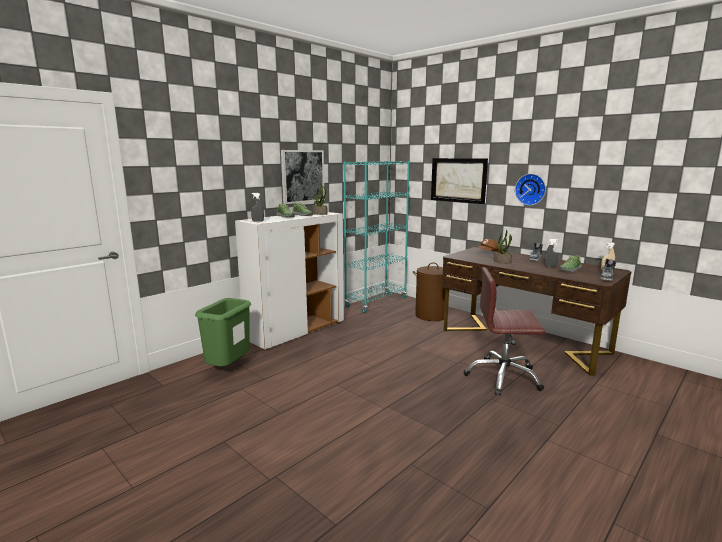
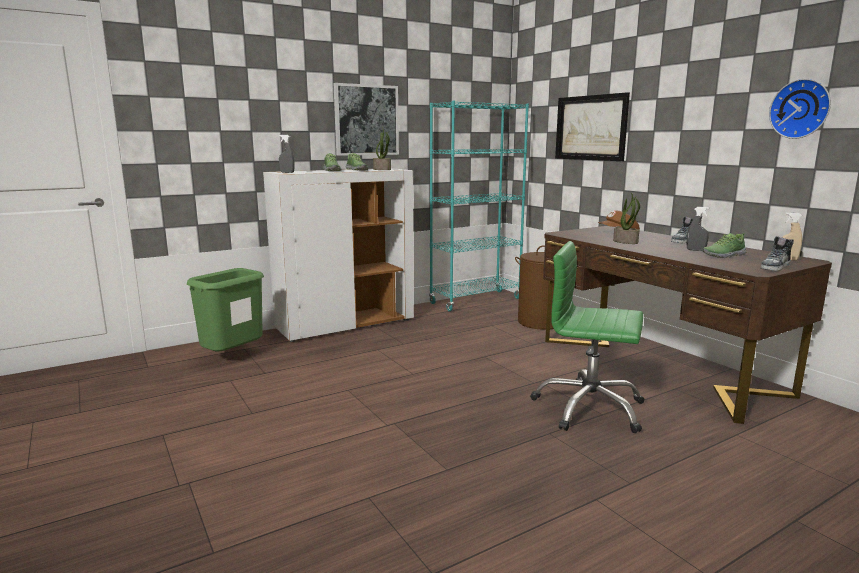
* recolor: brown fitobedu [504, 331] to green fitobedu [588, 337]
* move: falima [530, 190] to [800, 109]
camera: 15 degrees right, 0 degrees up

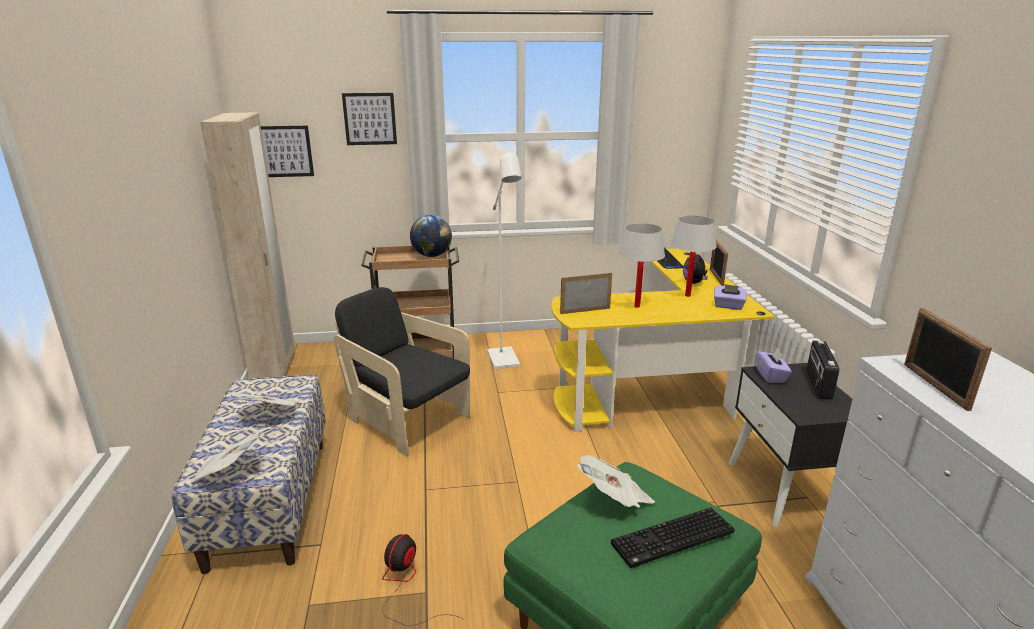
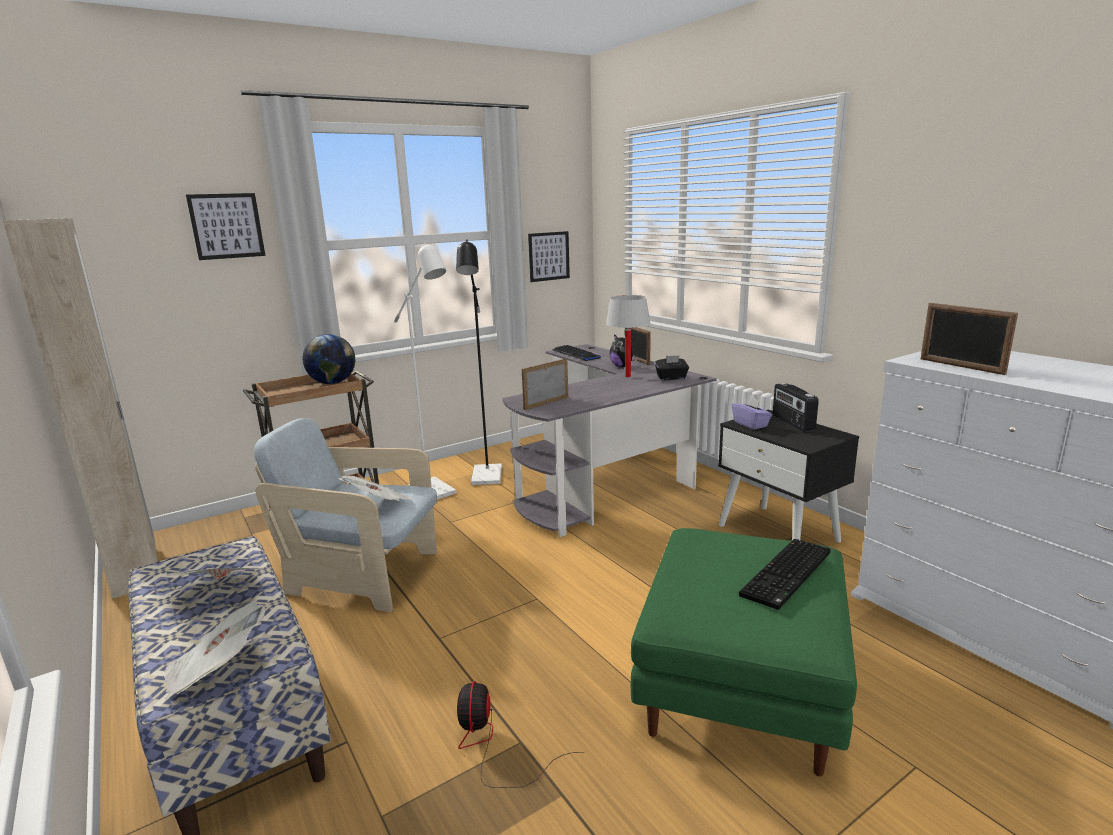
* move: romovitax [287, 151] to [549, 256]
* recolor: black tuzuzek [402, 372] to beige tuzuzek [345, 515]
* recolor: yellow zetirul [663, 340] to grey zetirul [609, 440]
* move: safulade [616, 481] to [375, 488]
* delete: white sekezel [641, 265]
* recolor: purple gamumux [730, 297] to black gamumux [672, 367]
* insert: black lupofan [479, 362]
camera: 25 degrees left, 5 degrees down

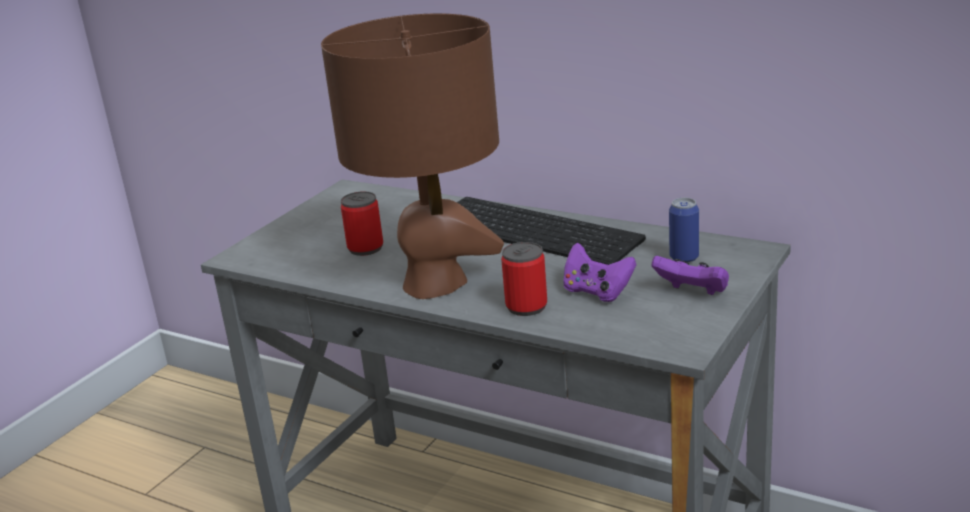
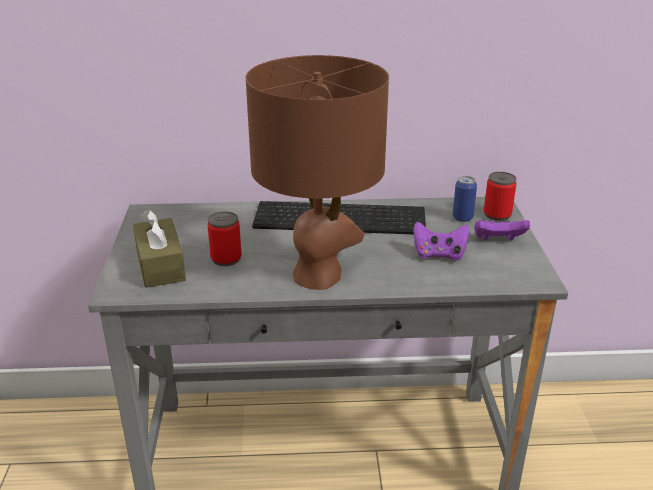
* move: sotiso [524, 279] to [500, 196]
* insert: brown gamumux [159, 248]
camera: 35 degrees left, 5 degrees up

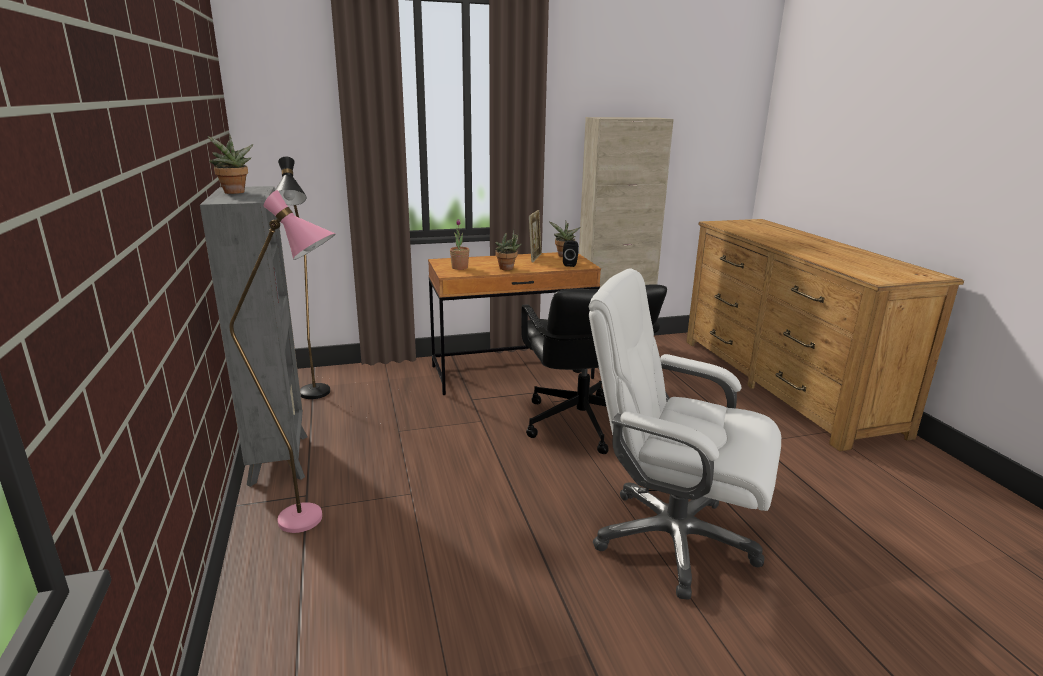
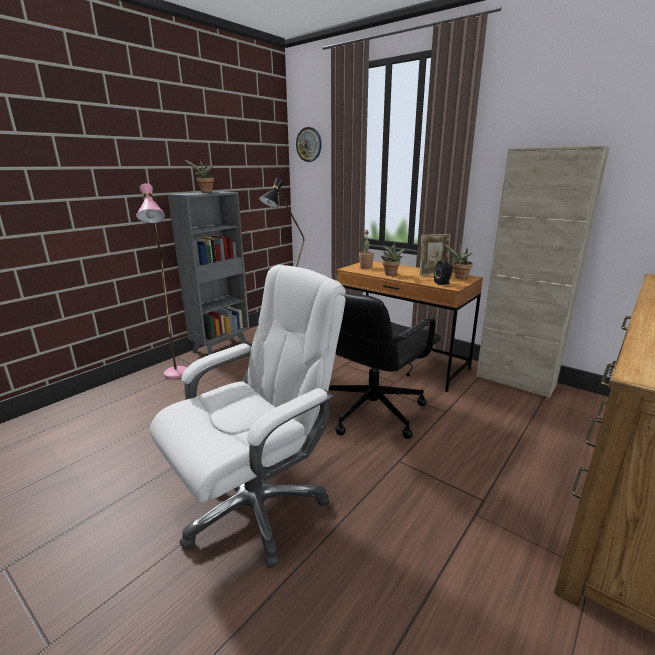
* rotate: white fitobedu [685, 434] = [248, 416] 60 degrees clockwise
* insert: falima [309, 144]
camera: 55 degrees right, 0 degrees up

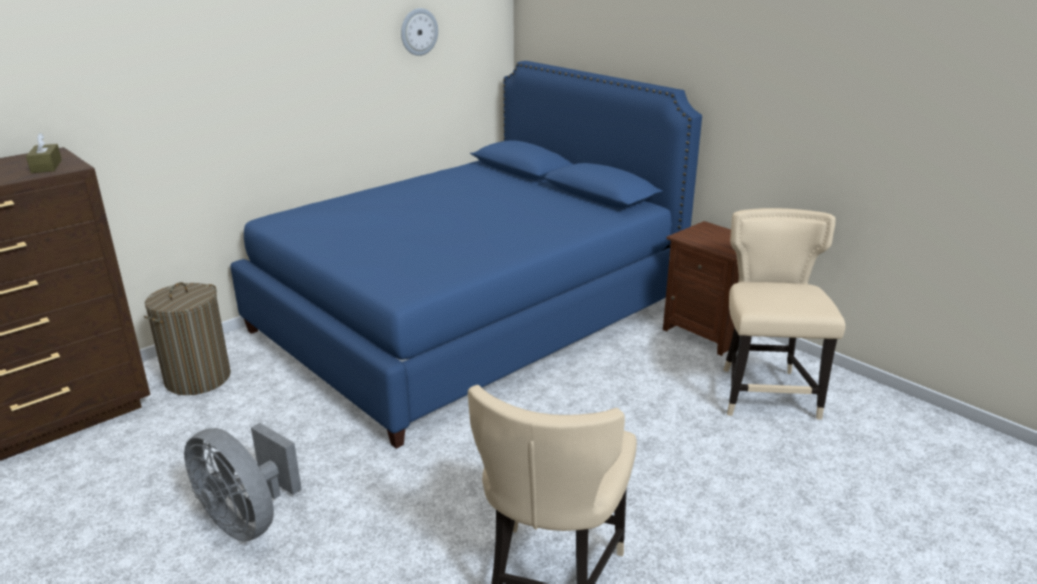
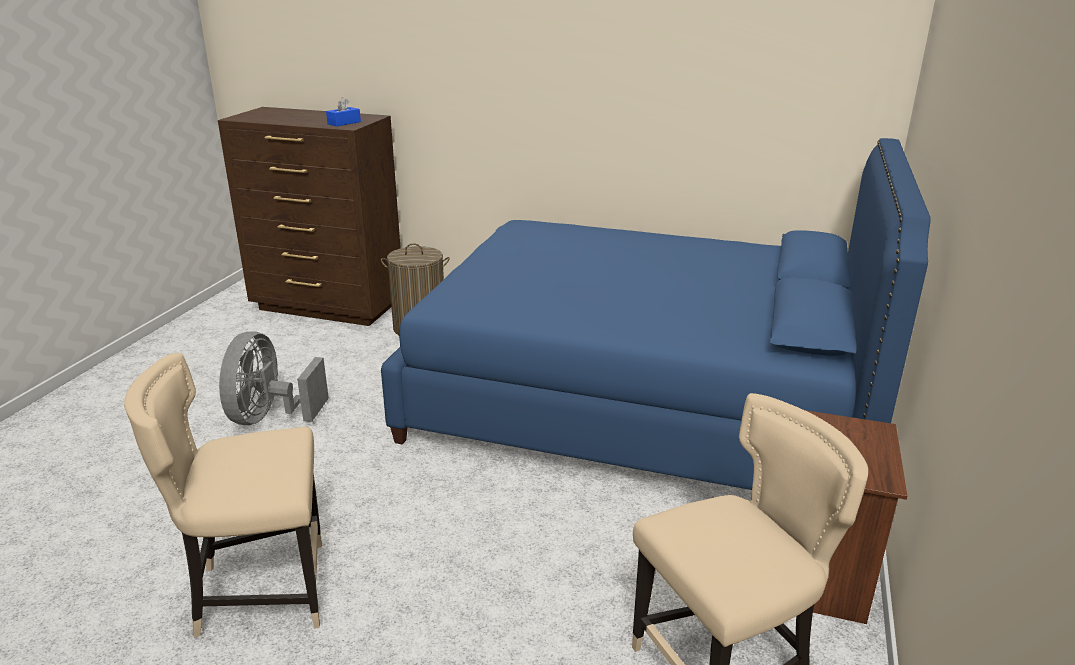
* recolor: brown gamumux [44, 153] to blue gamumux [343, 111]
* delete: falima [419, 32]
camera: 60 degrees right, 0 degrees up

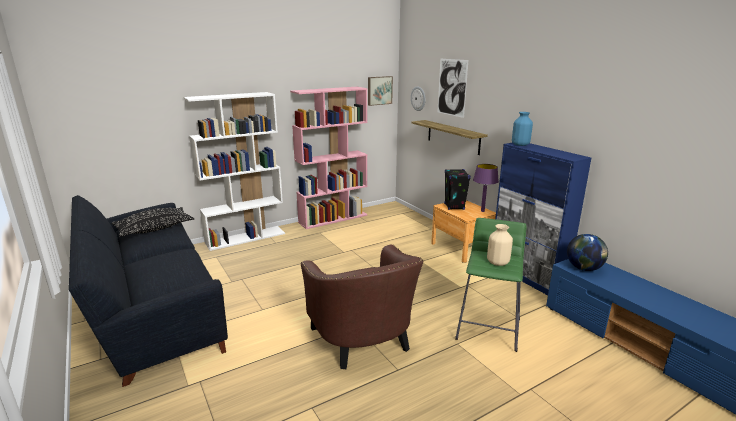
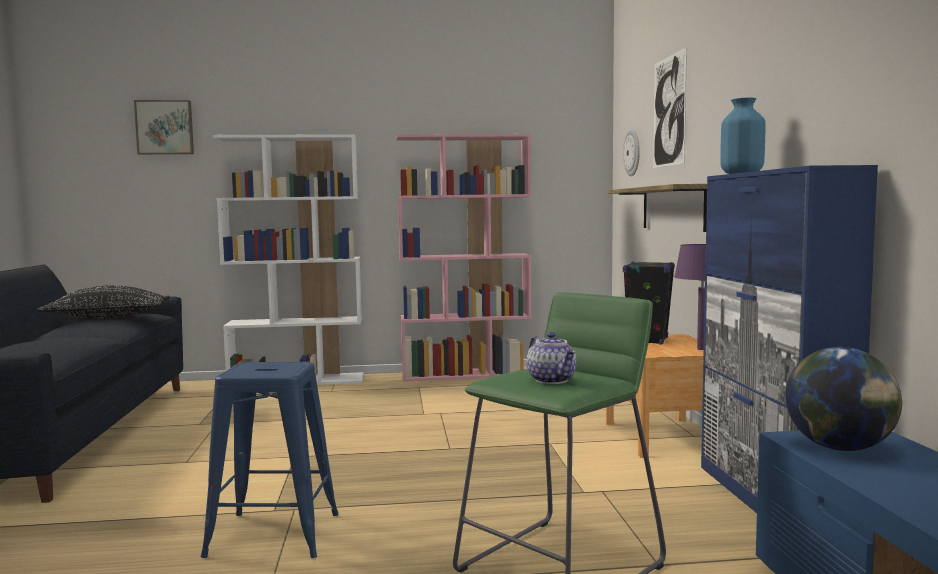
* replace: brown tuzuzek [362, 306] to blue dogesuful [270, 460]
* move: romovitax [380, 91] to [164, 127]
* replace: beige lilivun [500, 245] to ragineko [552, 358]
camera: 25 degrees right, 15 degrees down

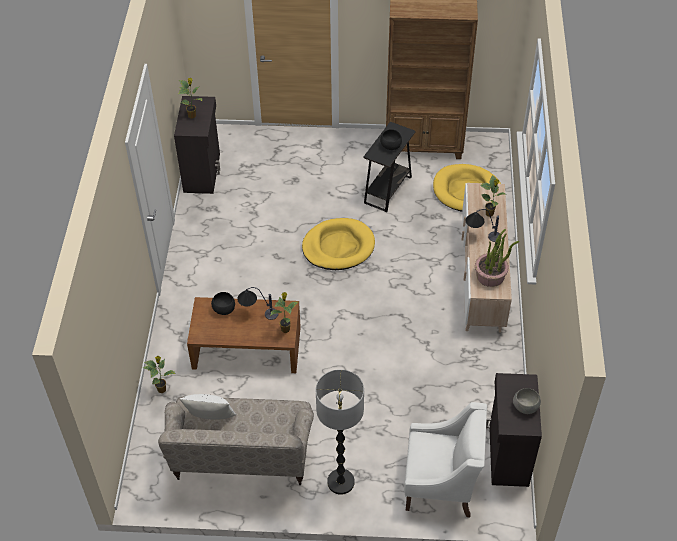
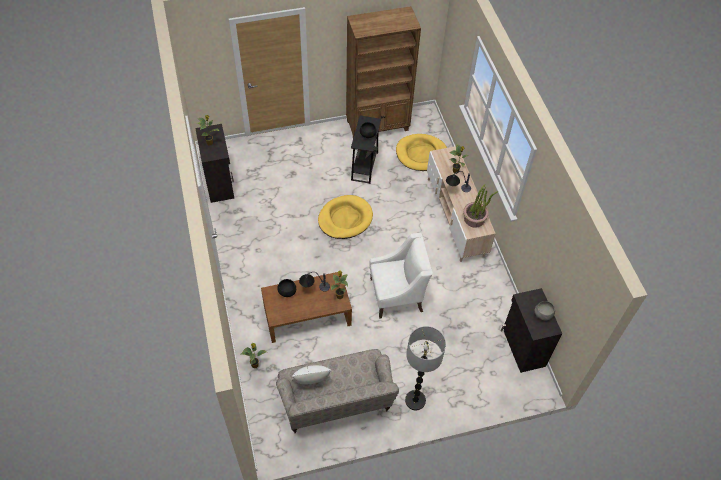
* move: white tuzuzek [445, 459] to [401, 276]
camera: 20 degrees left, 5 degrees up

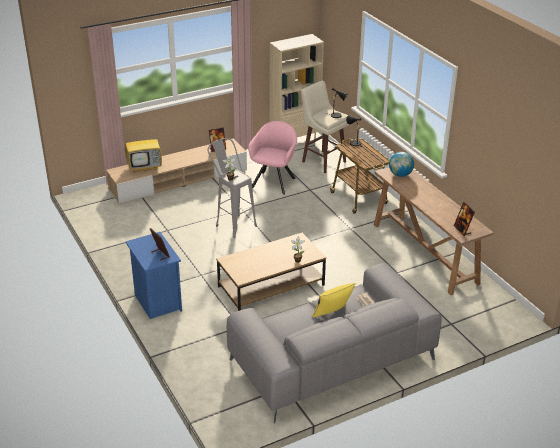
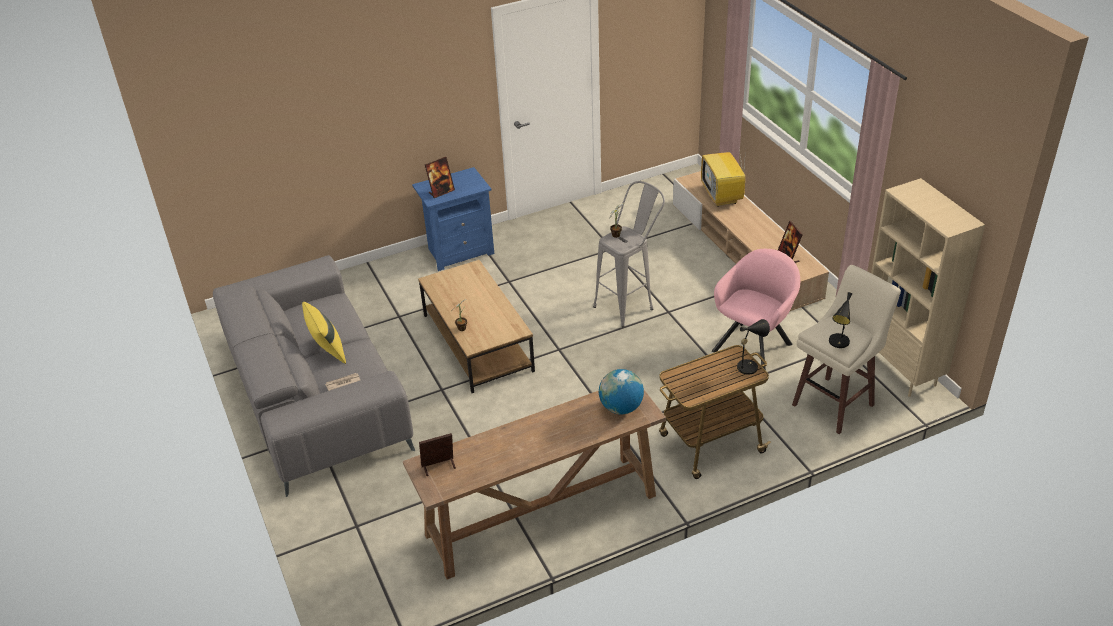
* rotate: pink tuzuzek [272, 158] = [756, 309] 75 degrees counterclockwise
camera: 95 degrees right, 5 degrees up

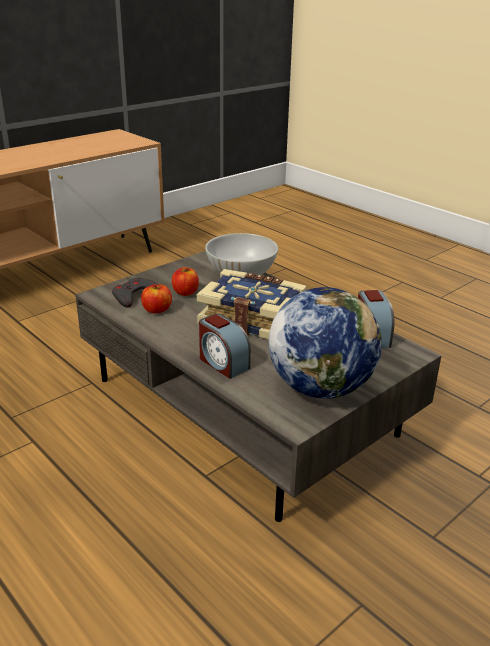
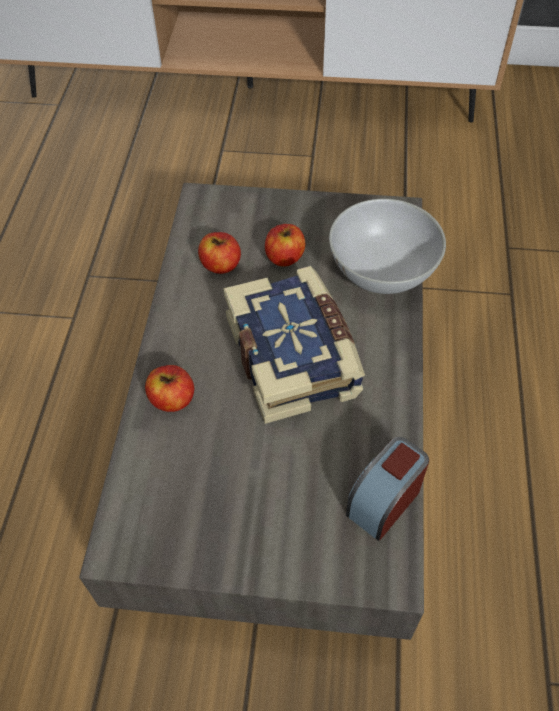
* delete: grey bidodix [134, 293]
* replace: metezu [225, 346] to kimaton [169, 388]
* delete: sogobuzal [325, 343]
camera: 50 degrees right, 25 degrees up

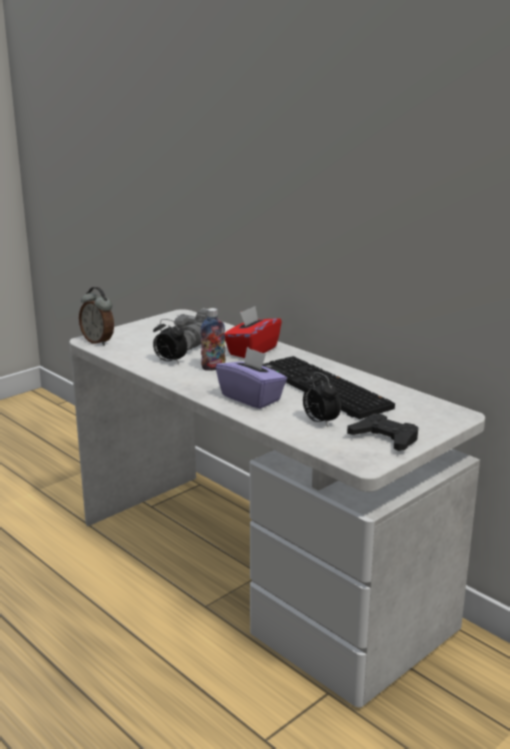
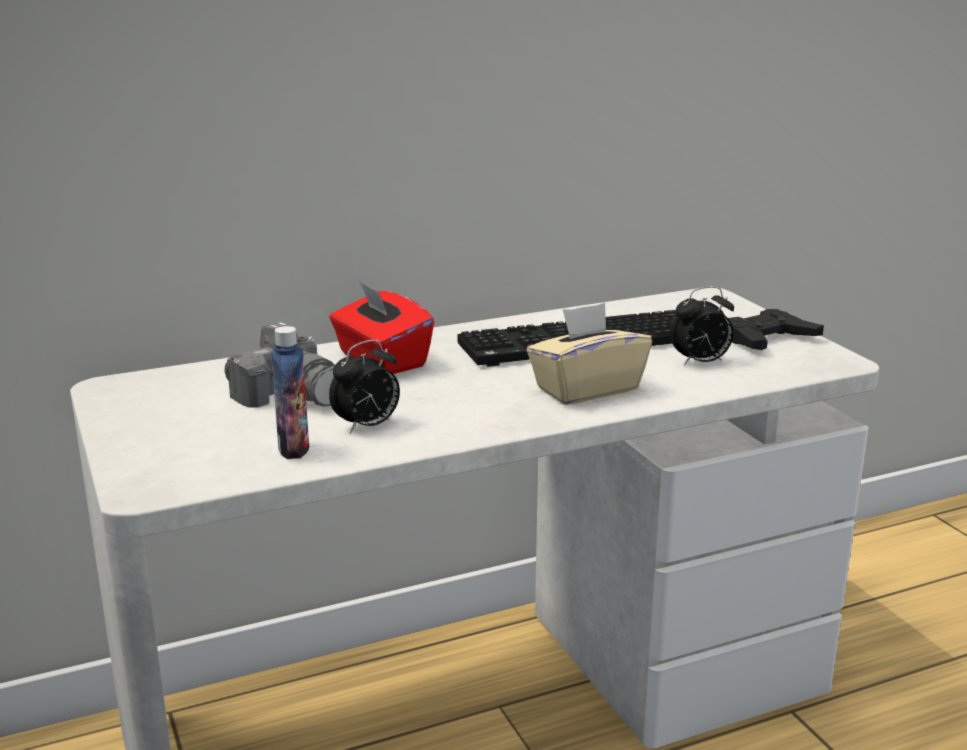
* delete: metezu [96, 316]
* move: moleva [213, 339] to [290, 392]
* recolor: purple gamumux [251, 378] to beige gamumux [589, 354]
camera: 70 degrees left, 0 degrees up

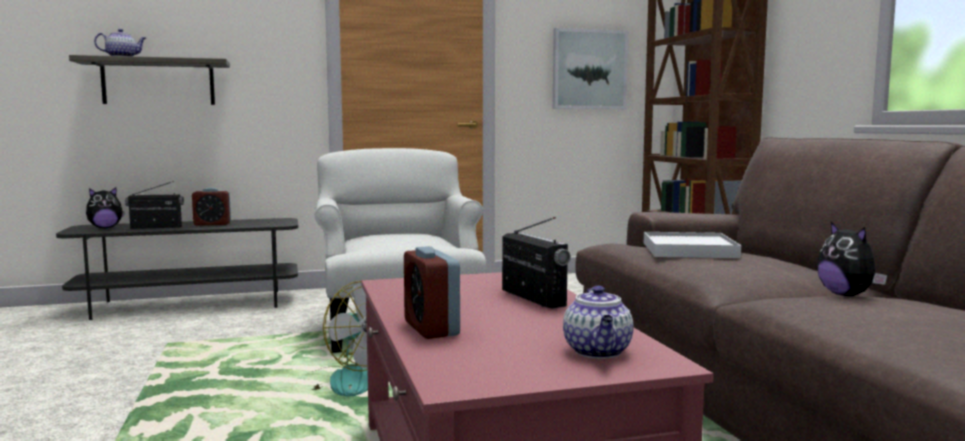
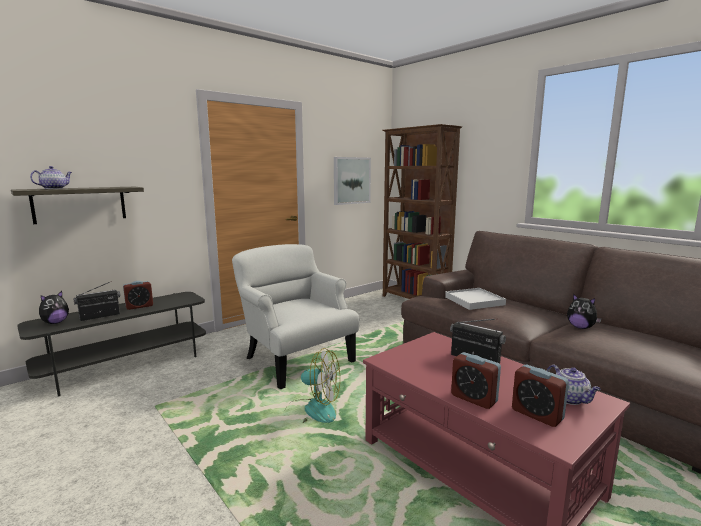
* insert: metezu [540, 396]
camera: 25 degrees left, 5 degrees up

